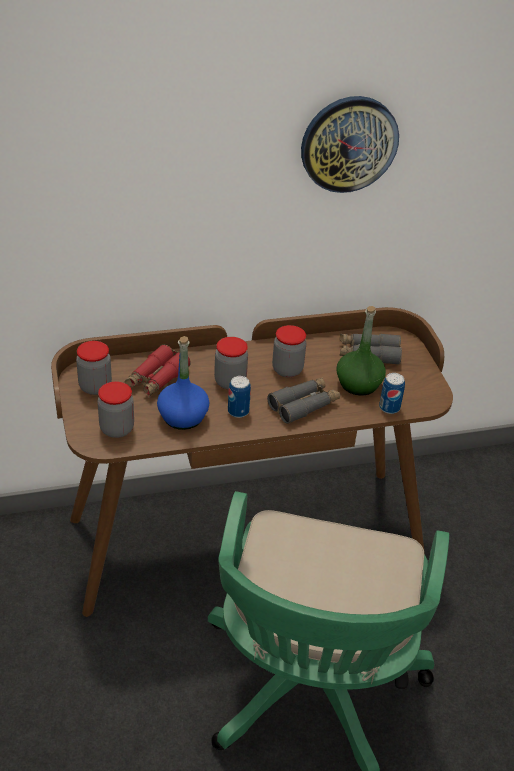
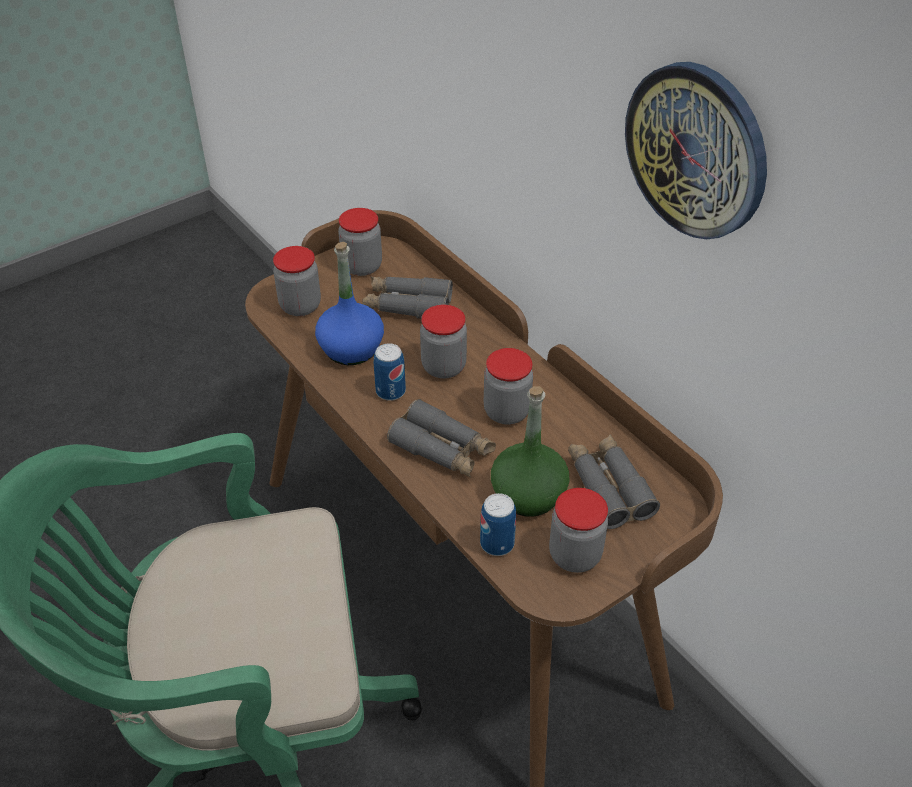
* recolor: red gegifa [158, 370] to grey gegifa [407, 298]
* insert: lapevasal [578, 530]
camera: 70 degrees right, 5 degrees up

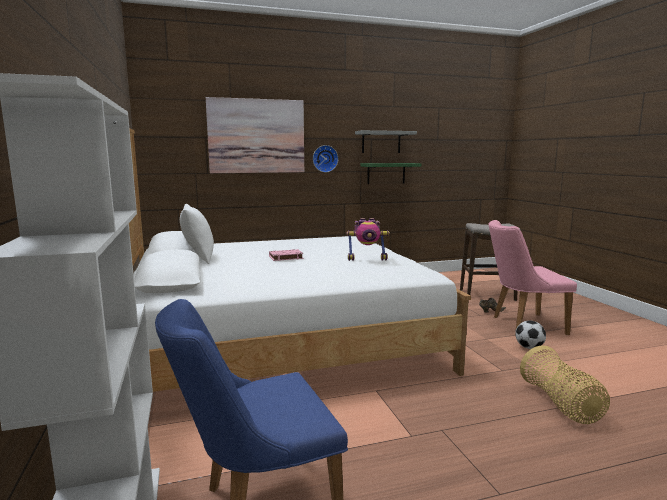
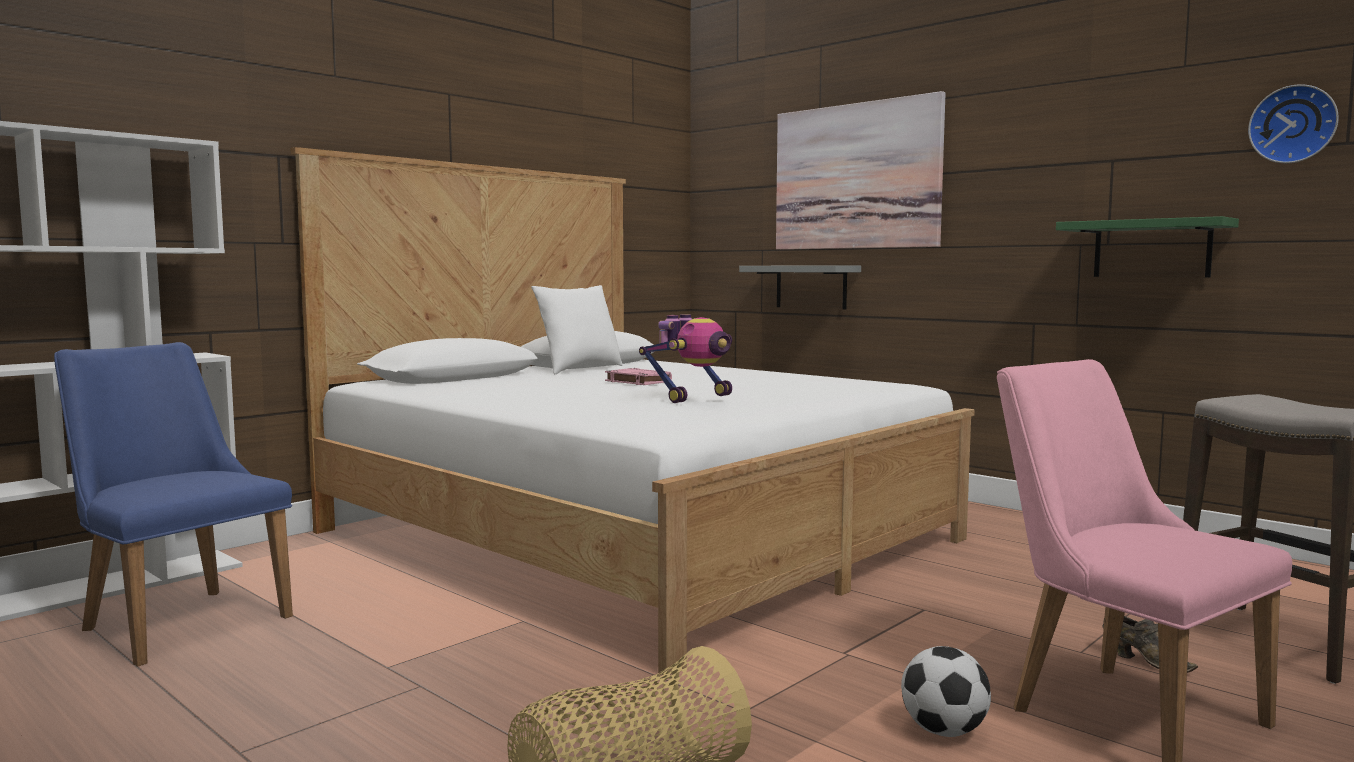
* move: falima [325, 158] to [1293, 123]
* rotate: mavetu [368, 239] = [685, 358] 105 degrees counterclockwise
* move: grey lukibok [386, 141] to [800, 287]
camera: 60 degrees right, 5 degrees down

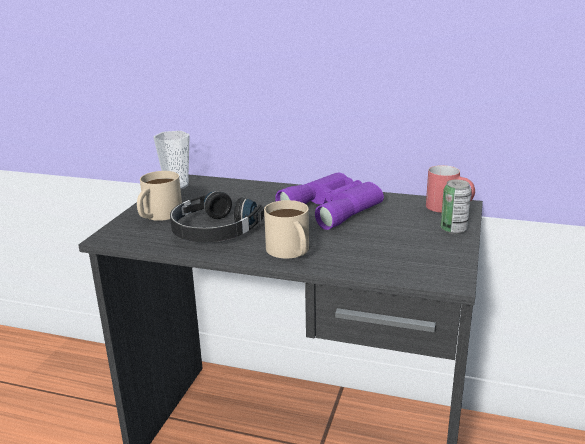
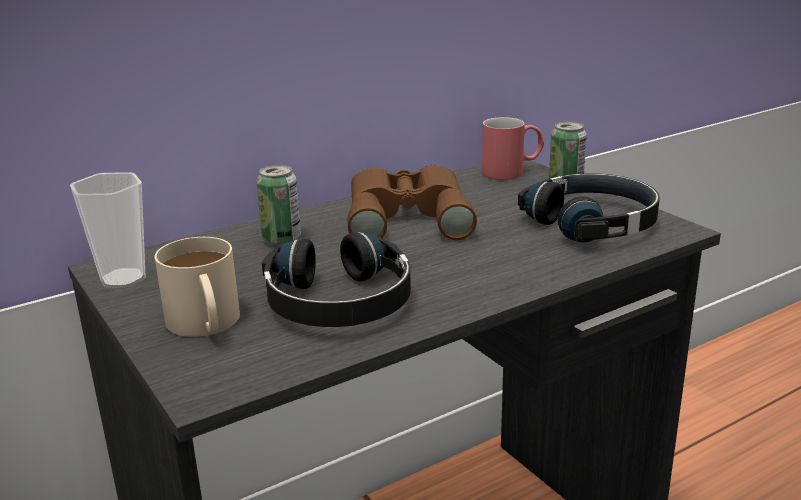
* delete: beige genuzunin [286, 229]
* recolor: purple gegifa [329, 201] to brown gegifa [412, 202]
* insert: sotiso [278, 205]
* insert: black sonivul [589, 207]
camera: 50 degrees left, 0 degrees up

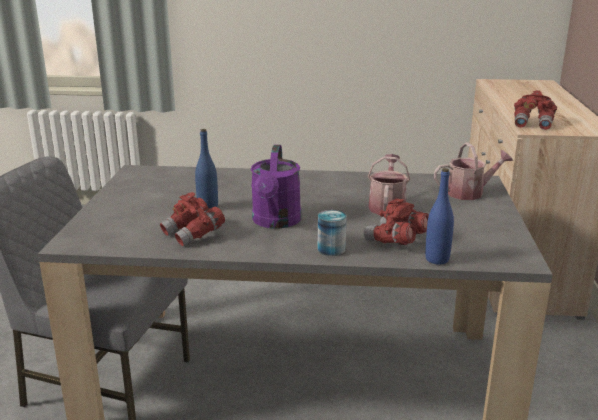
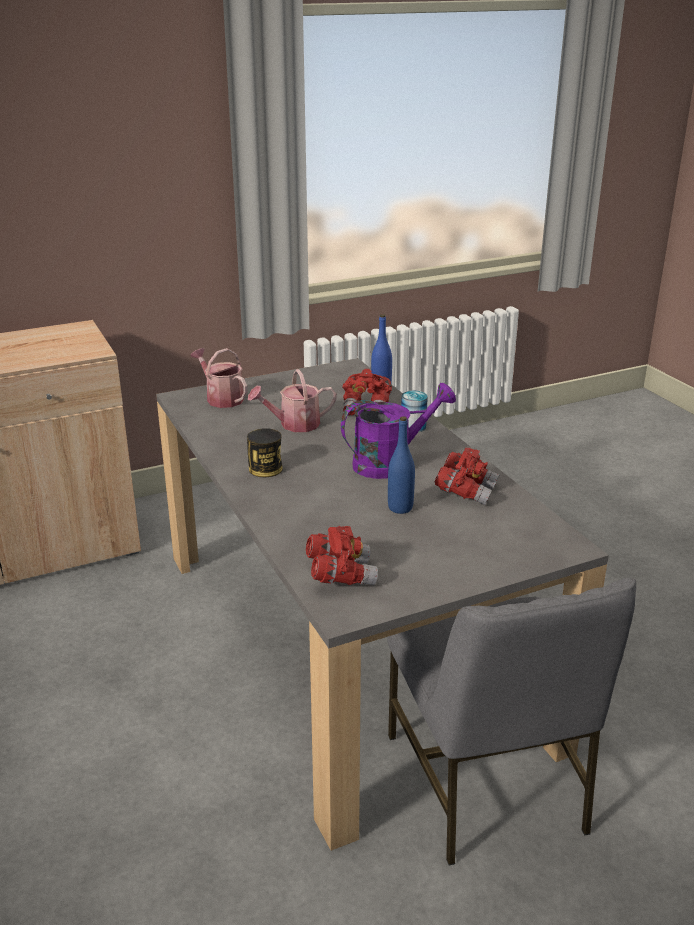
* move: red gegifa [535, 110] to [342, 555]
* insert: sotiso [265, 452]
camera: 120 degrees left, 5 degrees up

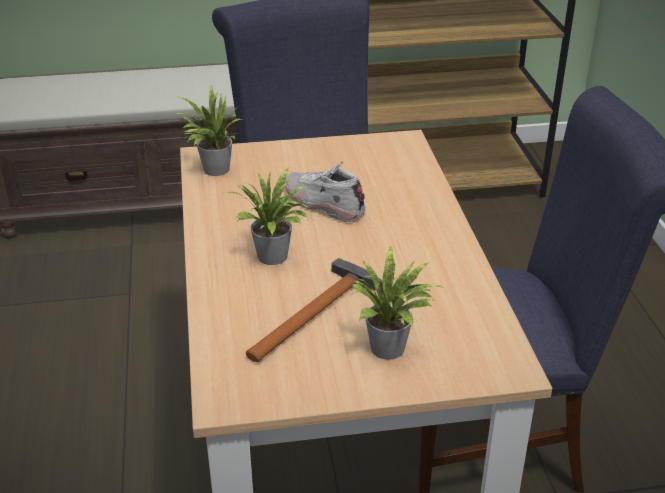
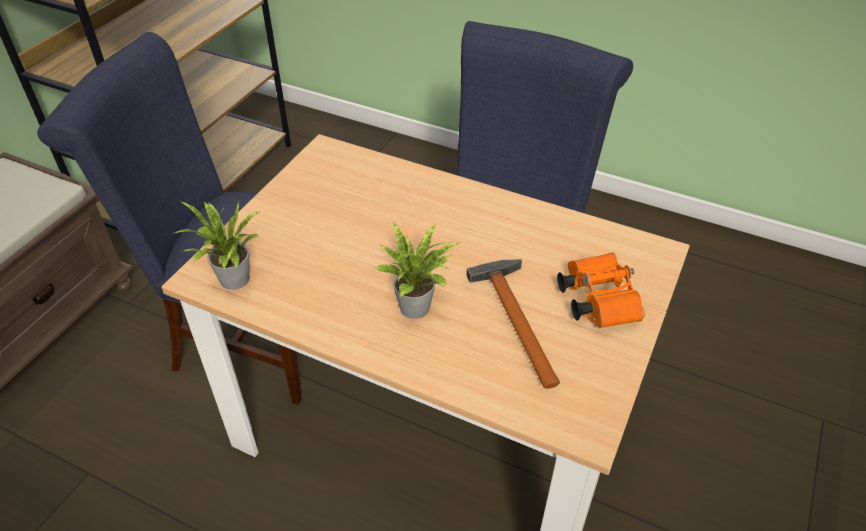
* delete: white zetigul [325, 192]
* replace: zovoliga [395, 302] to orange gegifa [601, 290]
camera: 55 degrees left, 10 degrees up

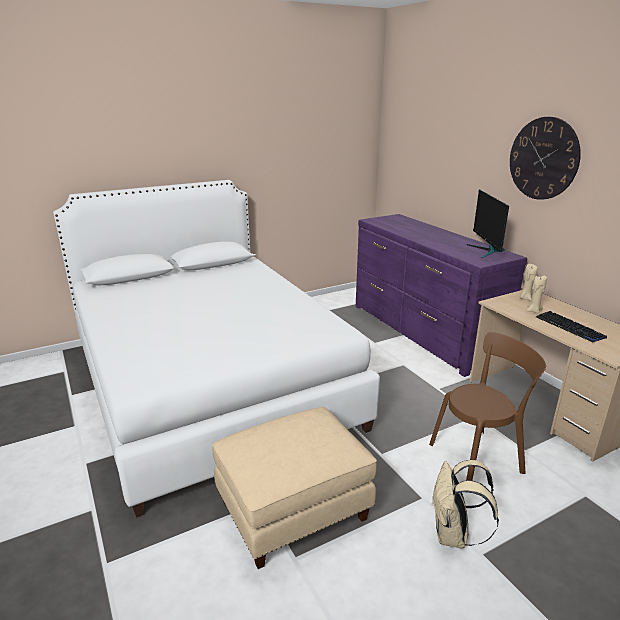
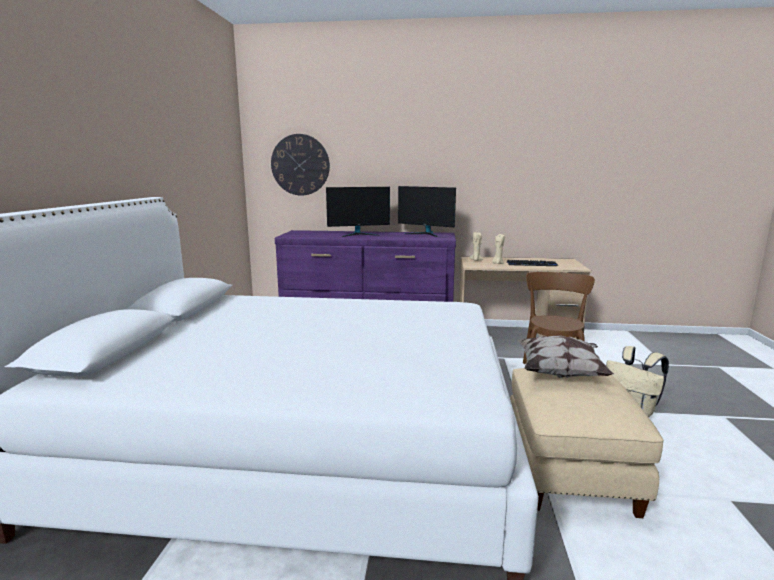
* move: falima [545, 158] to [300, 165]
* insert: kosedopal [358, 212]
* insert: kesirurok [565, 357]
camera: 55 degrees left, 10 degrees down

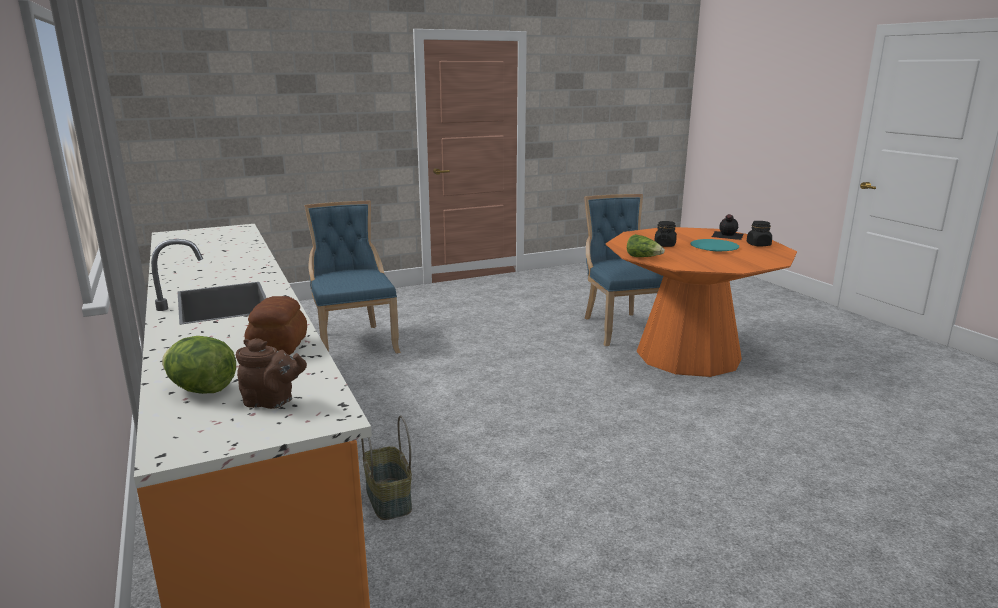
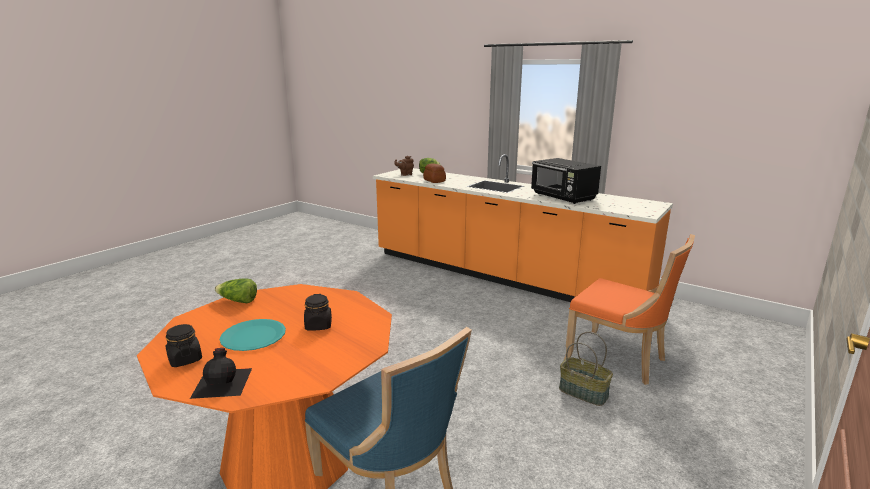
* recolor: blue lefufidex [352, 277] to orange lefufidex [629, 309]
* move: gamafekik [386, 468] to [586, 369]
* move: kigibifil [646, 245] to [235, 291]
* insert: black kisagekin [566, 181]
camera: 150 degrees right, 0 degrees up

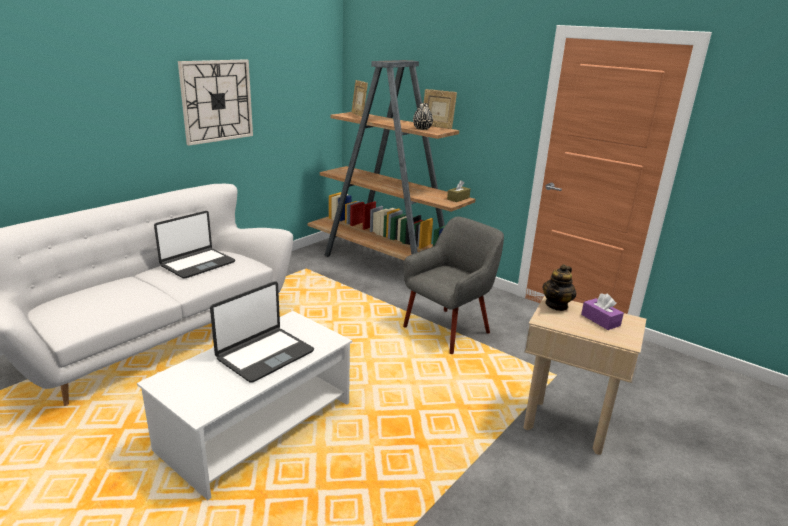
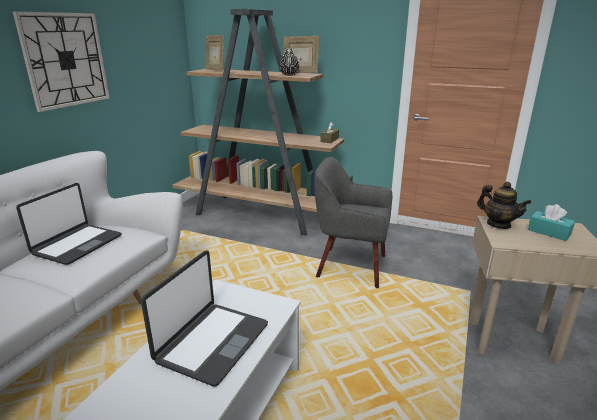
* rotate: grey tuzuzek [453, 285] = [353, 222] 105 degrees counterclockwise
* rotate: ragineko [559, 287] = [504, 205] 60 degrees counterclockwise
* recolor: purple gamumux [602, 311] to turquoise gamumux [551, 222]
camera: 15 degrees left, 0 degrees up

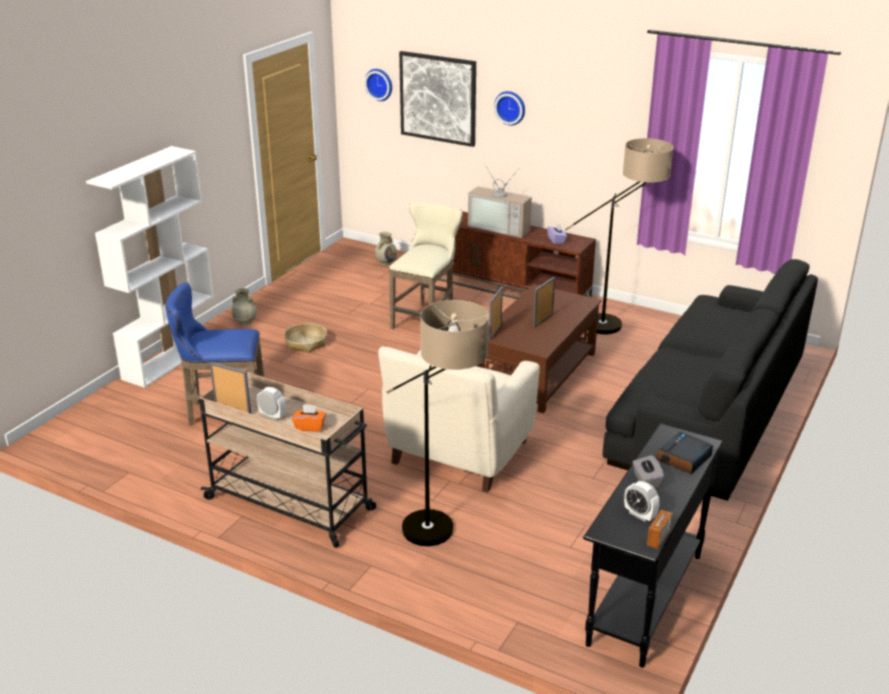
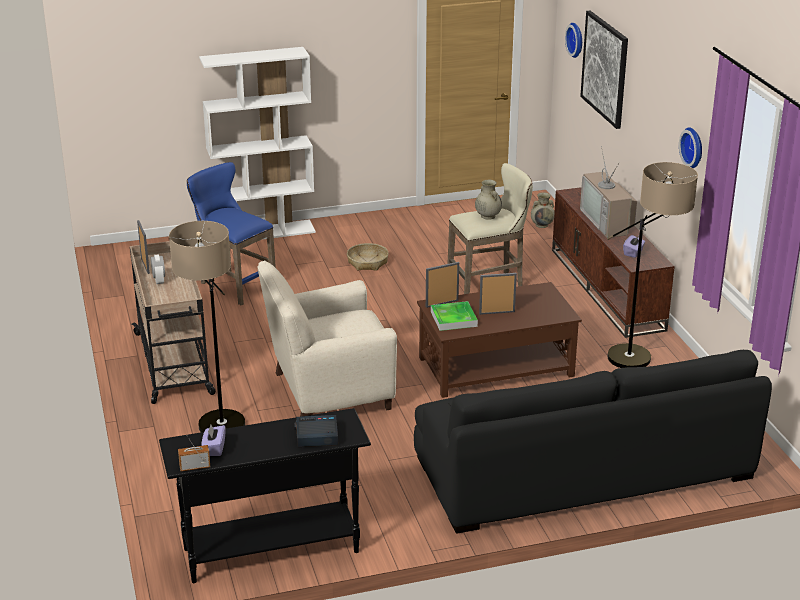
* move: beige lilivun [244, 306] to [488, 200]
* delete: orange gamumux [309, 418]
* move: falima [509, 108] to [690, 147]
* replace: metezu [642, 501] to purple gamumux [213, 440]
* delete: grey gamumux [648, 472]
* insert: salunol [454, 316]
camera: 45 degrees right, 0 degrees up

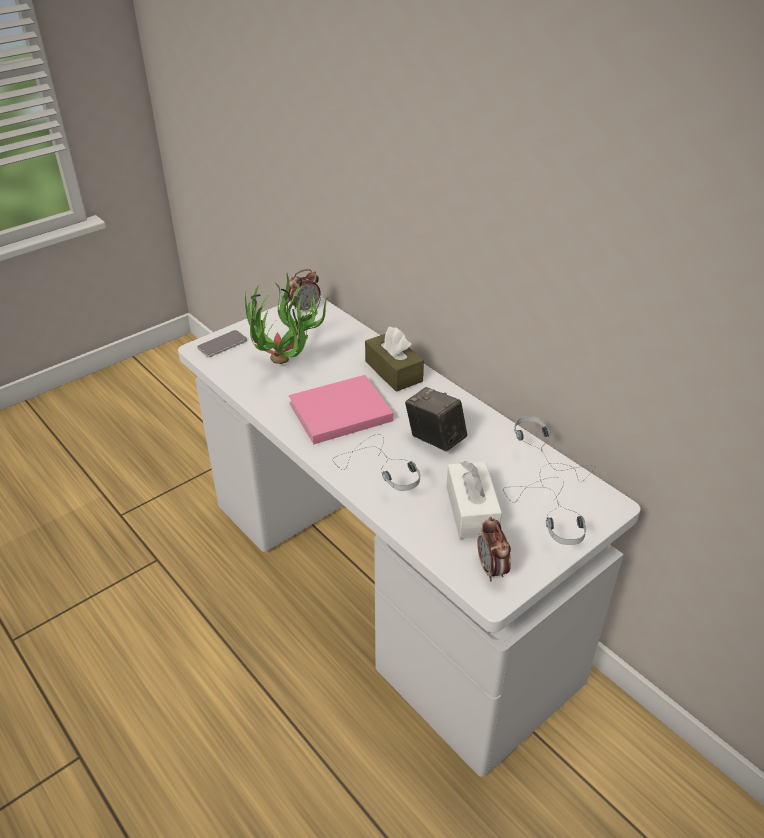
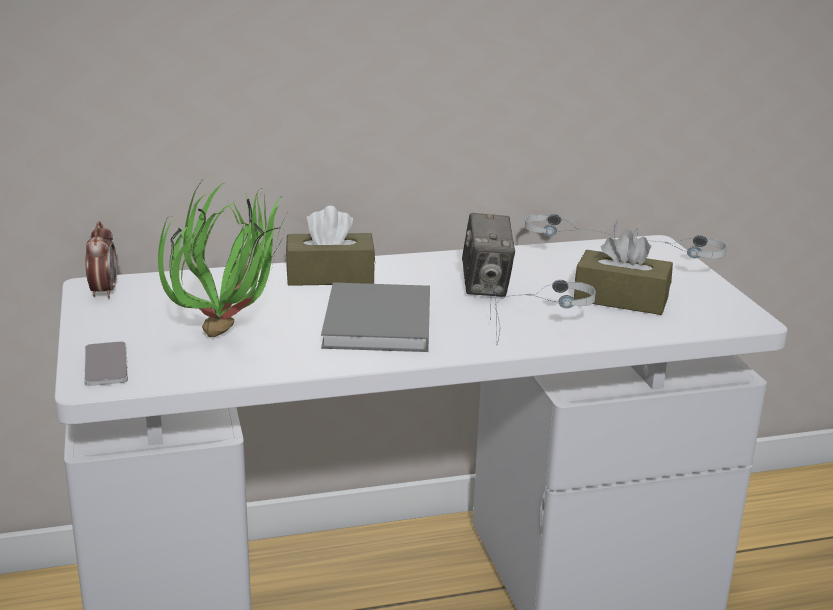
* recolor: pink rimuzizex [341, 409] to grey rimuzizex [375, 317]
* rotate: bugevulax [436, 419] = [488, 255] 75 degrees counterclockwise
* recolor: white gamumux [474, 500] to brown gamumux [623, 272]
* delete: metezu [494, 549]
camera: 65 degrees left, 15 degrees down

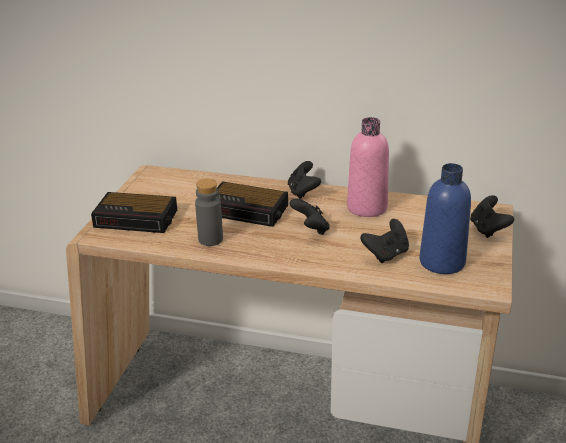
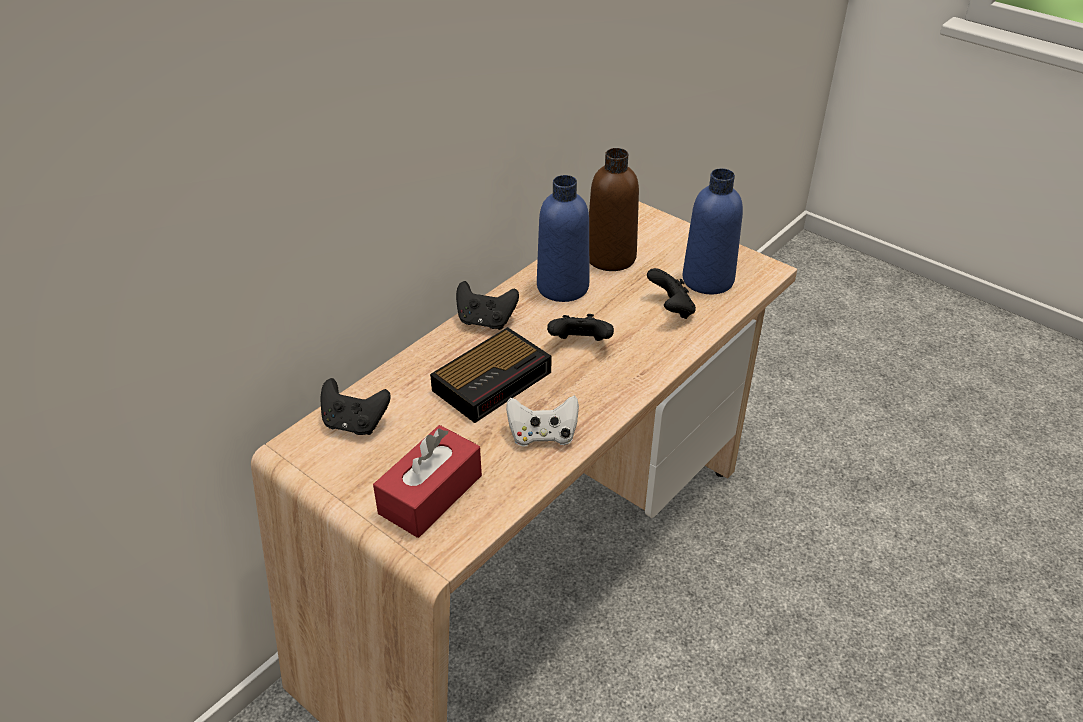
* replace: metezu [134, 212] to red gamumux [427, 481]
* replace: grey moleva [209, 212] to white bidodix [542, 421]
* recolor: pink moleva [368, 167] to blue moleva [563, 238]
* move: black bidodix [492, 216] to [356, 406]
* insert: brown moleva [614, 209]
camera: 65 degrees left, 10 degrees up

